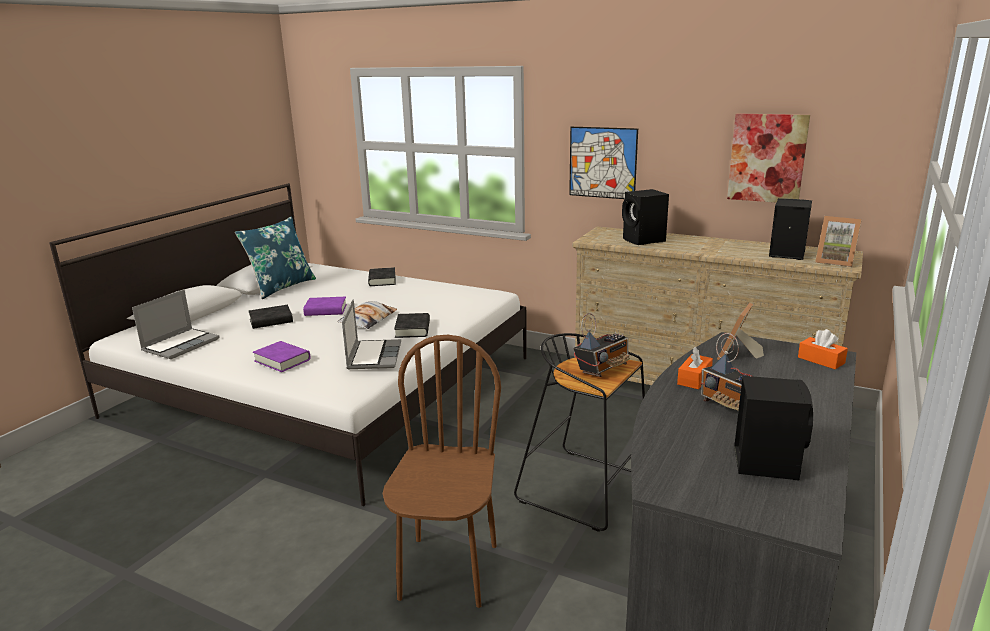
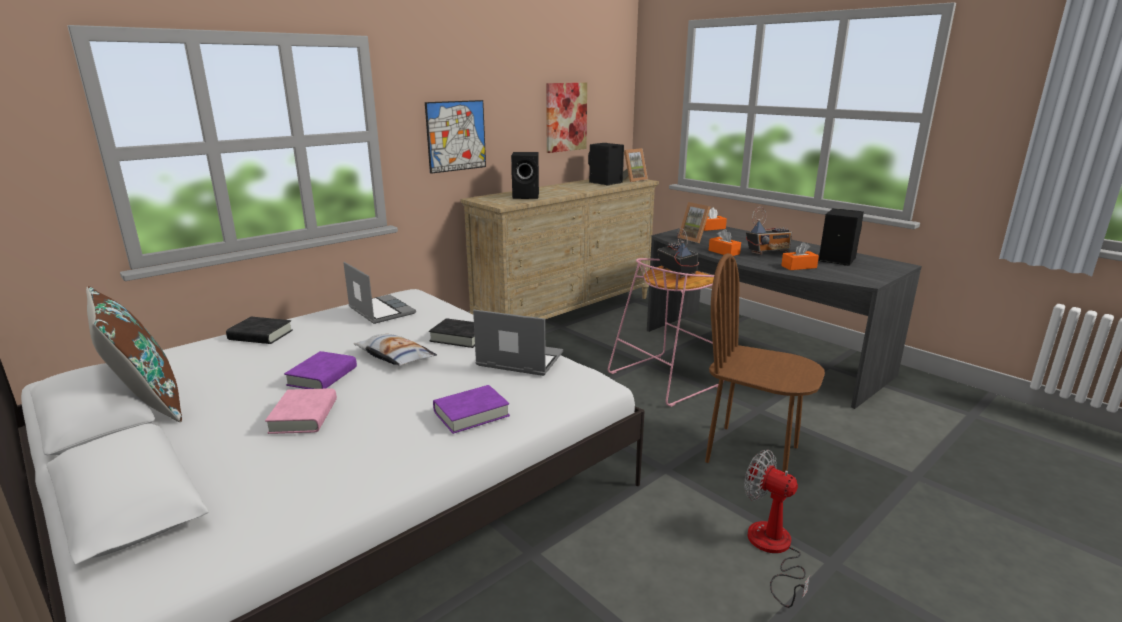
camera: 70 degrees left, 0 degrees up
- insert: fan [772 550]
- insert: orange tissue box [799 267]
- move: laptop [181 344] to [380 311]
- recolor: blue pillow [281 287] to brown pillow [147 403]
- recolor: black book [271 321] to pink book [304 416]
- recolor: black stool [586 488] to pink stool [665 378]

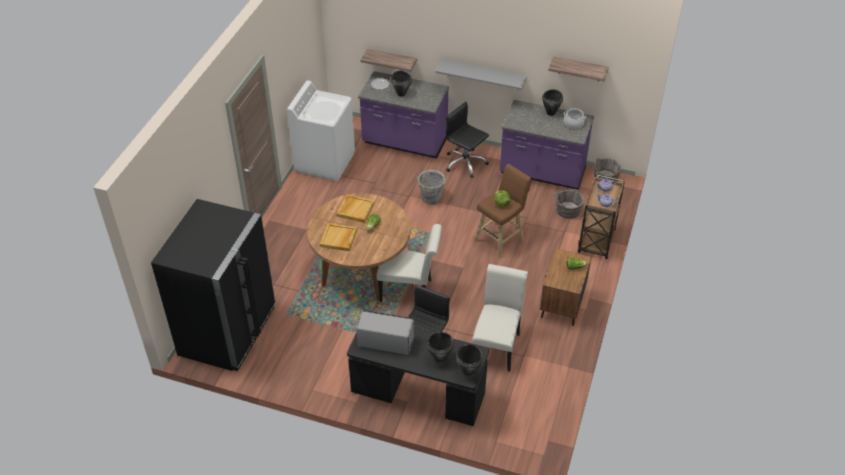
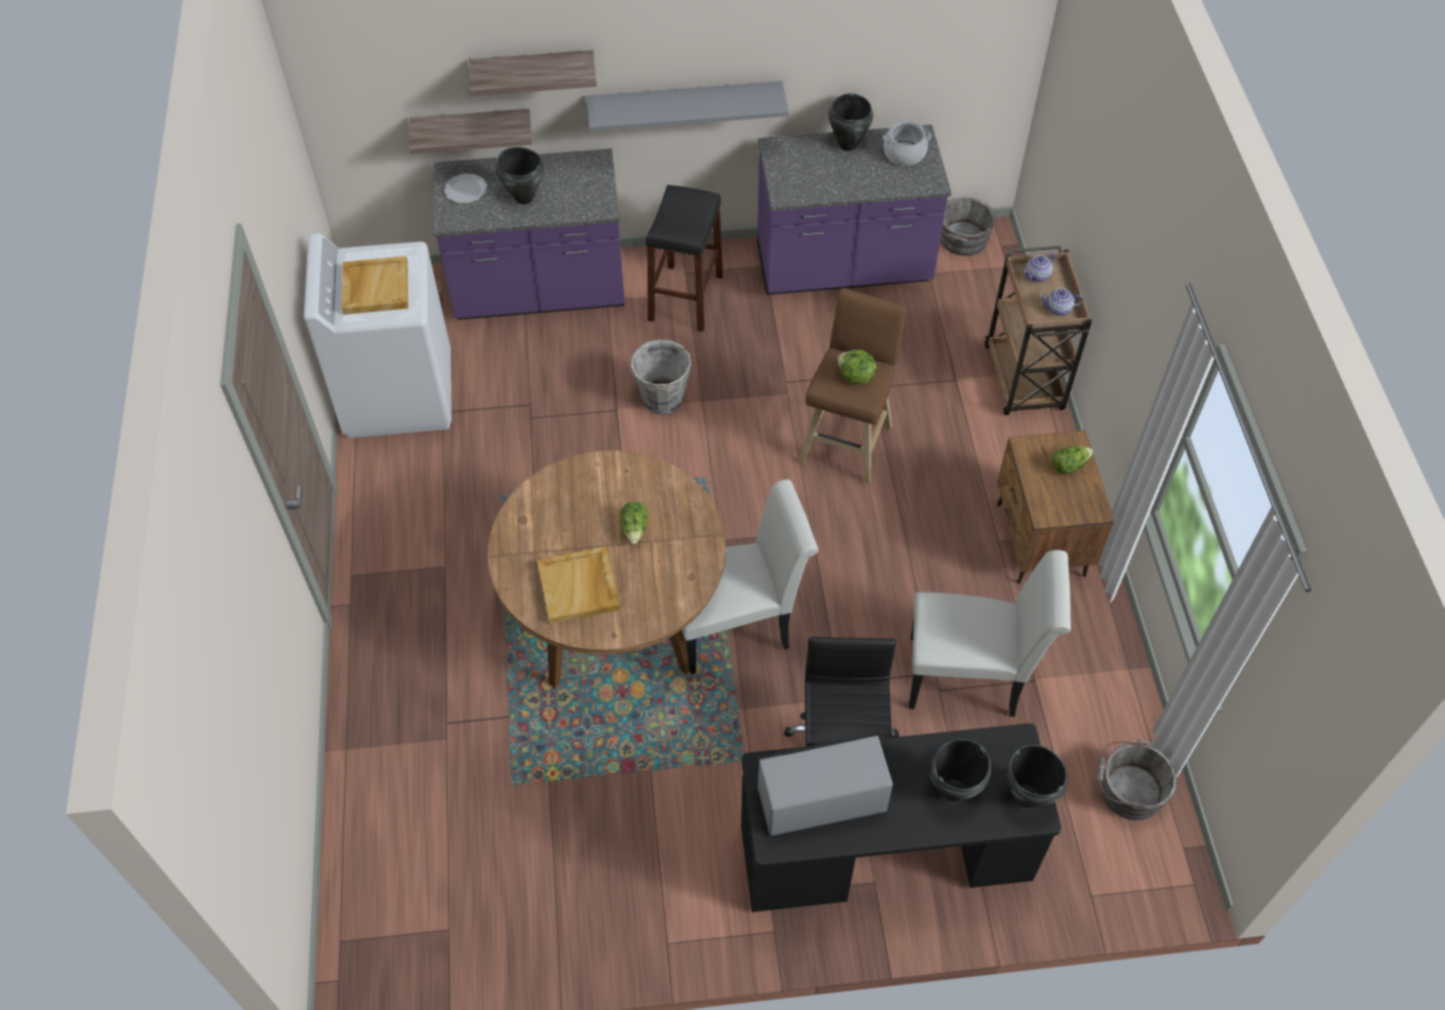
camera: 25 degrees left, 10 degrees up
- delete: black fridge [228 331]
- move: beige tray [355 209] to [375 287]
- move: shelf [579 69] to [533 71]
- move: grey bucket [566 209] to [1127 791]
- replace: black office chair [465 163] to black stool [686 297]
- rotate: white chair [497 345] = [971 677] 105 degrees clockwise

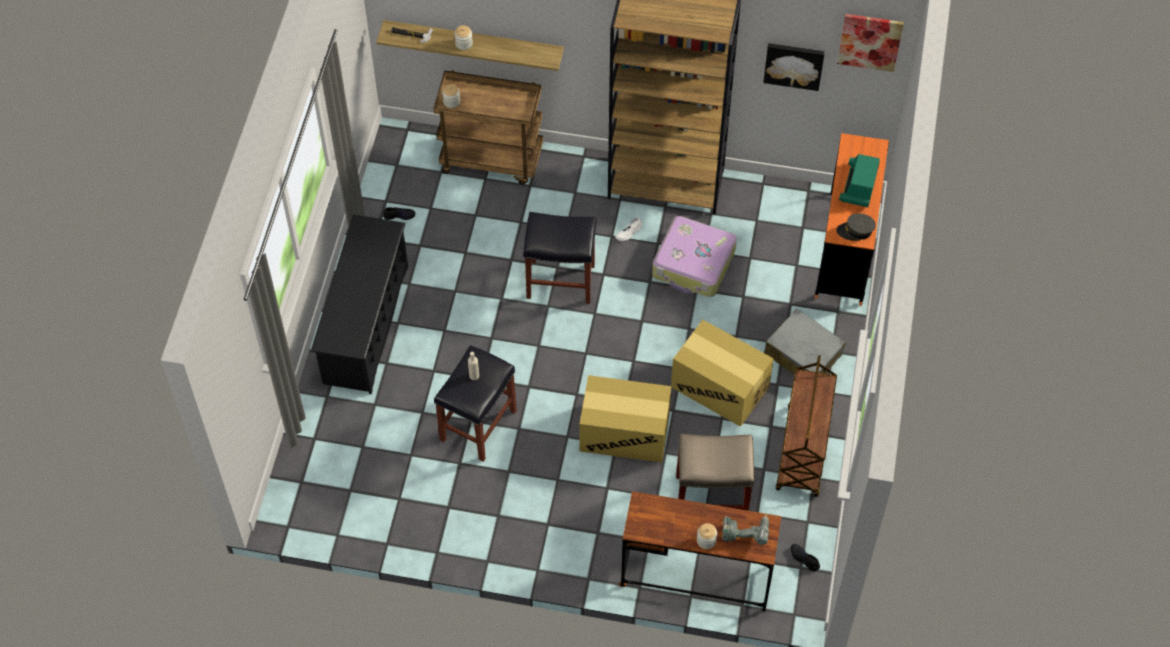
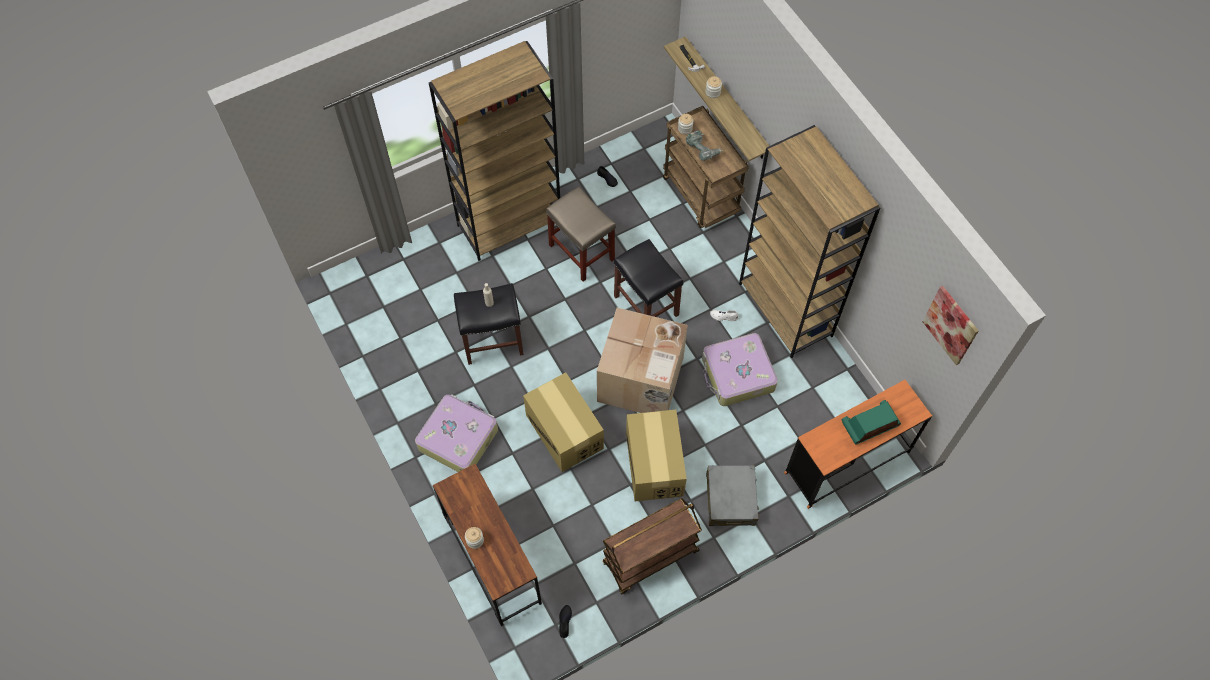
camera: 50 degrees right, 5 degrees up
- delete: picture [794 65]
- delete: grey cap [855 231]
- insert: suitcase [458 438]
- insert: cardboard box [641 380]
- move: beige stool [712 497] to [582 253]
- move: power drill [745 532] to [703 150]
- replace: black shoe rack [366 324] to brown bookcase [510 223]

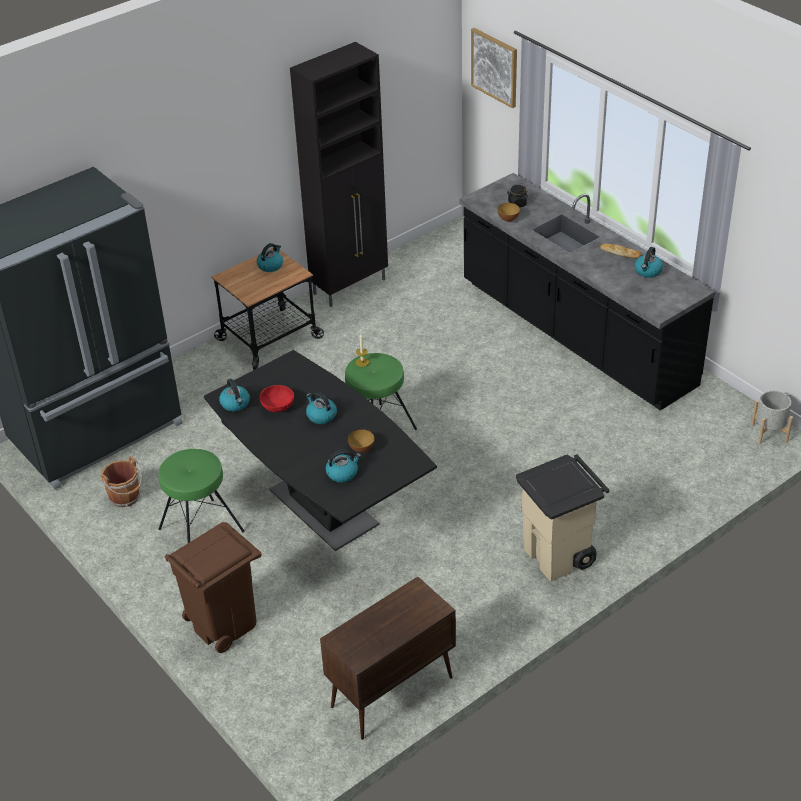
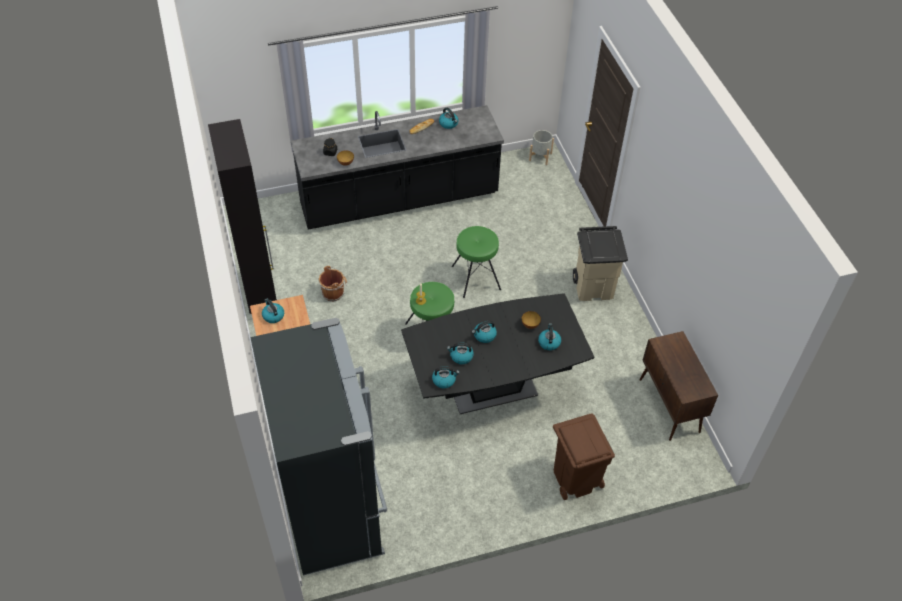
camera: 70 degrees left, 10 degrees up
- delete: picture [495 67]
- move: brown bucket [125 497] to [334 293]
- move: green stool [201 529] to [475 278]
- replace: red bowl [278 406] to kettle [461 356]

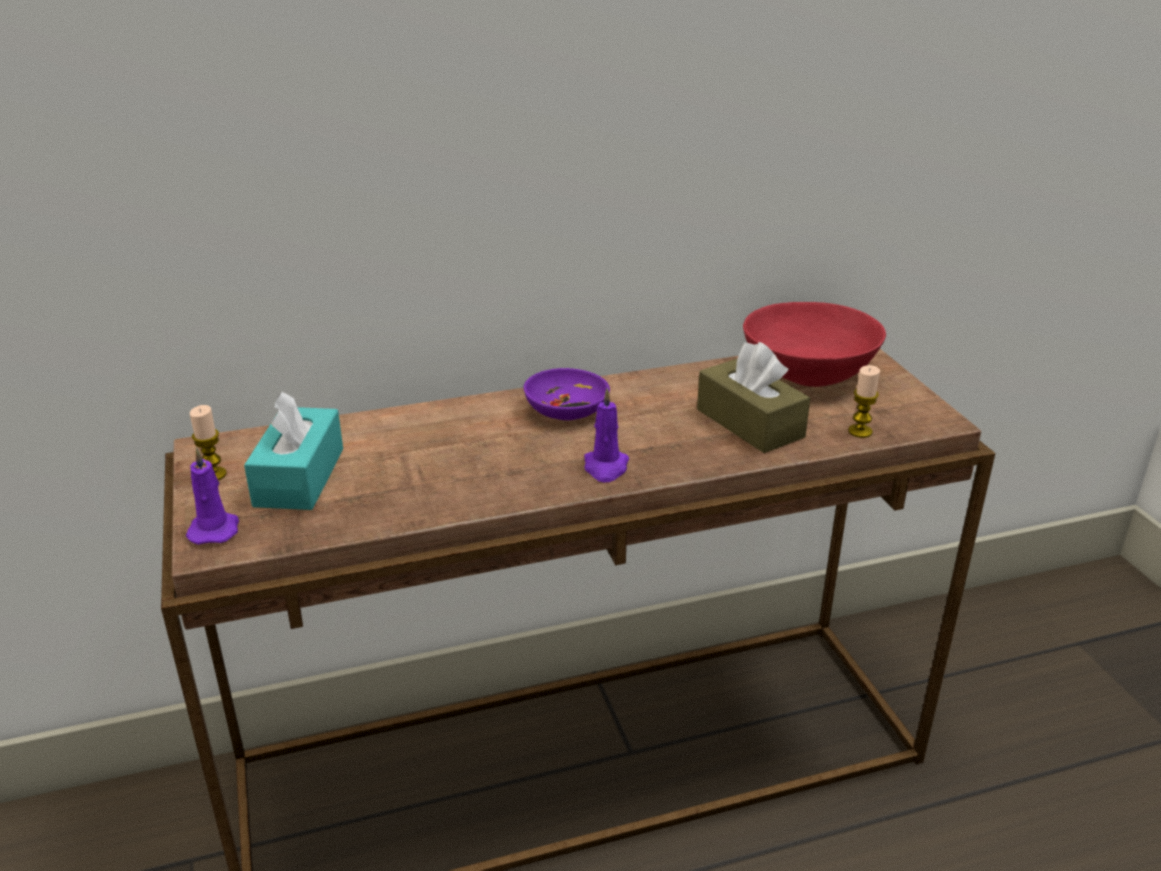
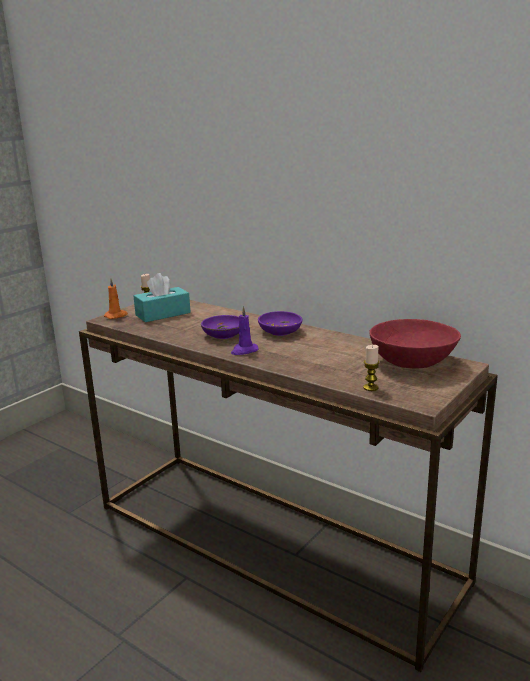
camera: 55 degrees right, 10 degrees down
- delete: brown tissue box [750 423]
- insert: purple bowl [223 335]
- recolor: purple candle [214 529] to orange candle [116 316]

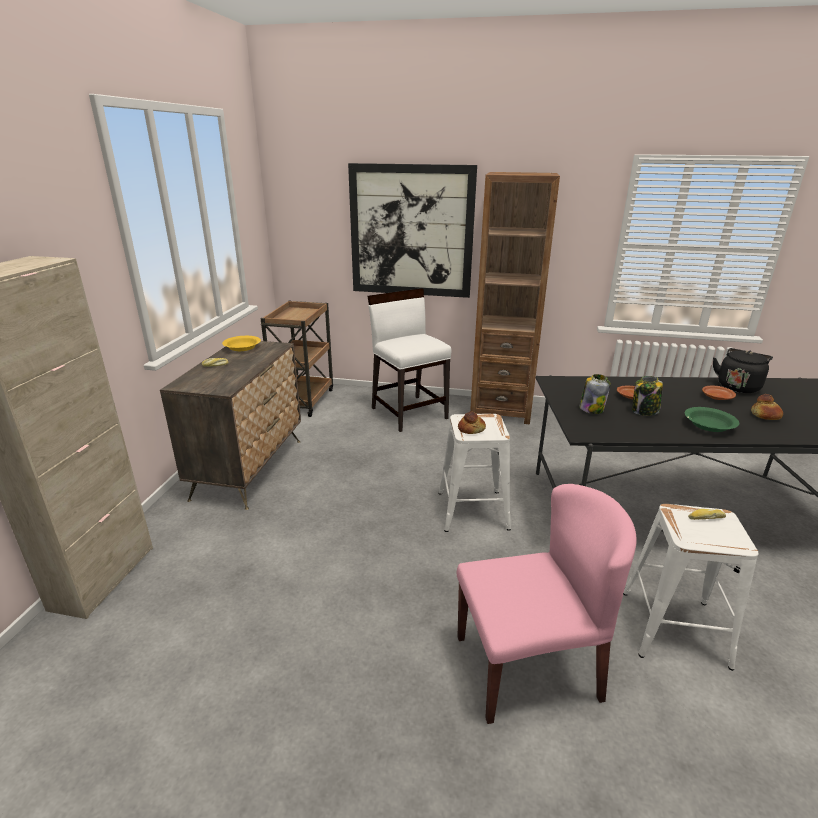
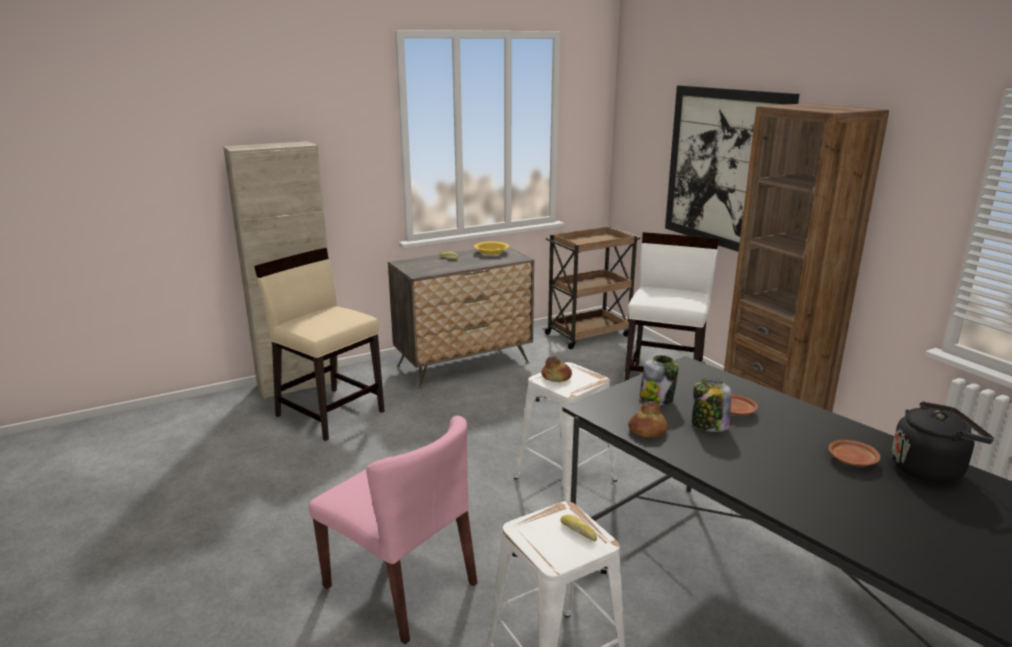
camera: 50 degrees right, 5 degrees down
- delete: green bowl [708 425]
- insert: beige chair [330 412]
- move: bread [765 415] to [647 430]

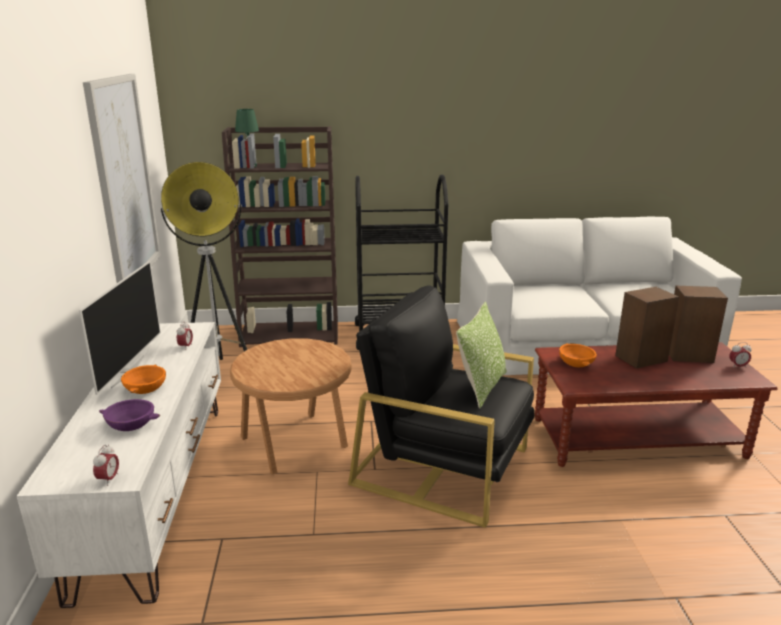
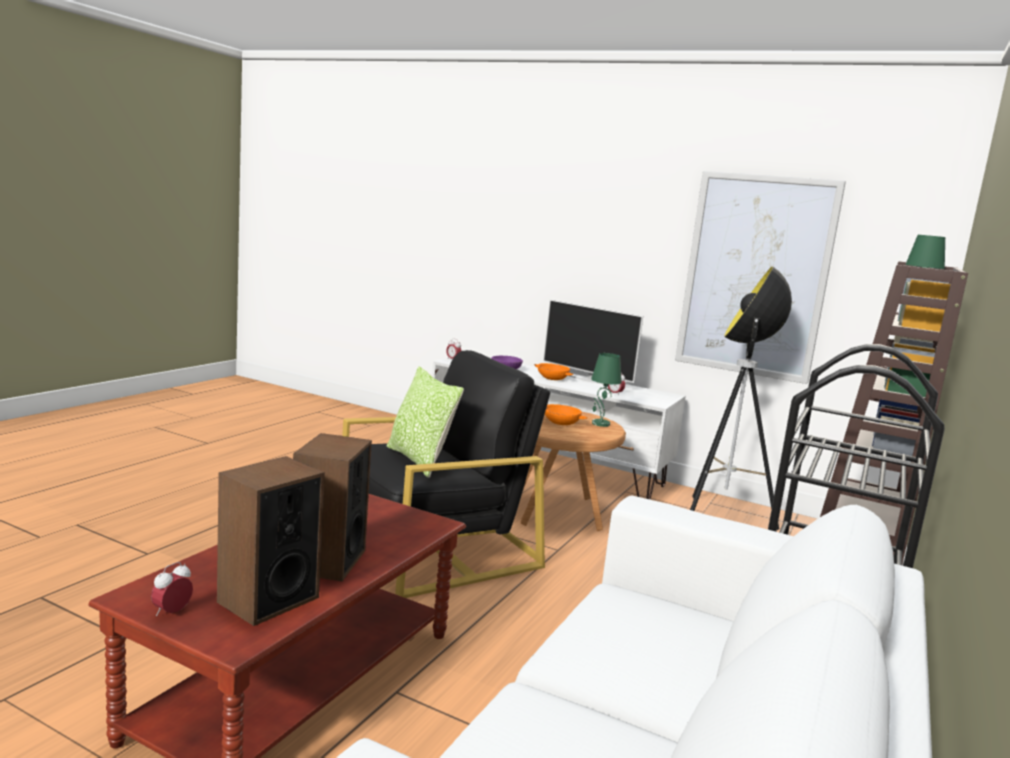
camera: 120 degrees right, 10 degrees down
- insert: green table lamp [600 424]
- move: orange bowl [575 363] to [561 422]

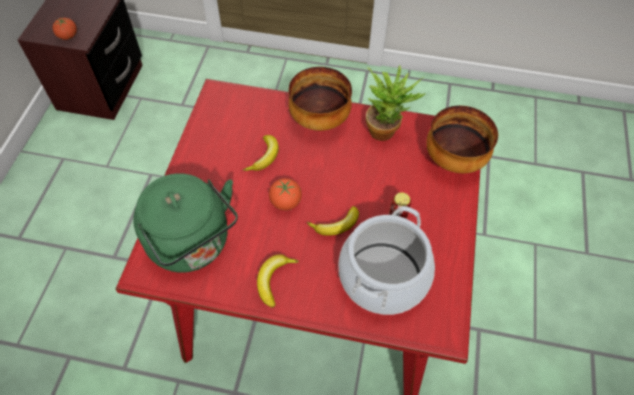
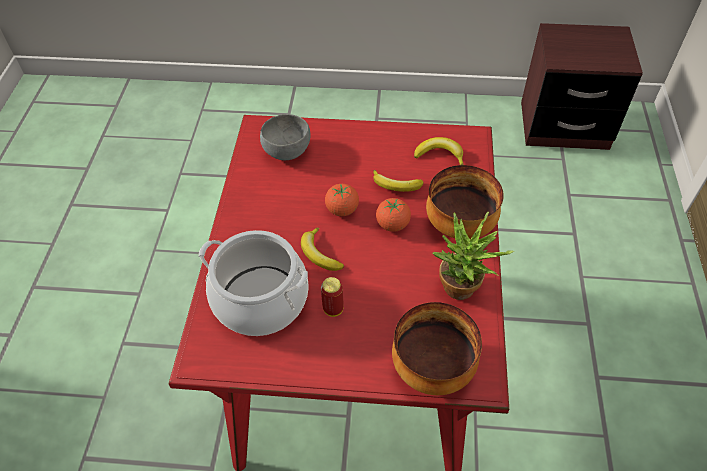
camera: 85 degrees right, 5 degrees down
- move: tomato [68 36] to [392 224]
- move: banana [274 280] to [440 155]
- replace: green kettle [193 244] to grey bowl [287 151]

